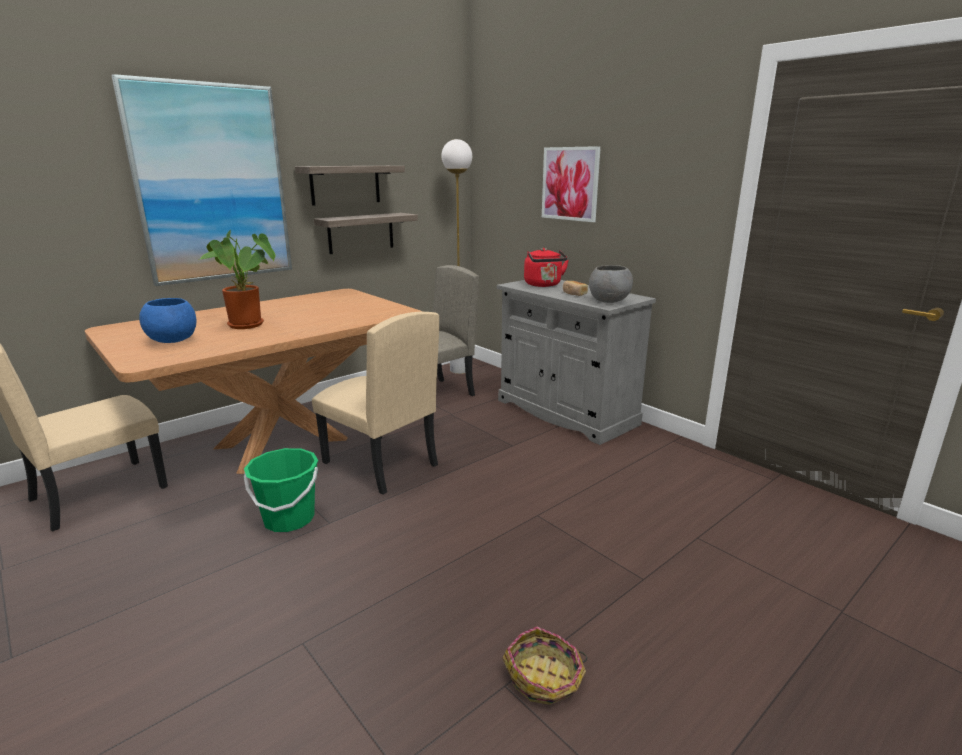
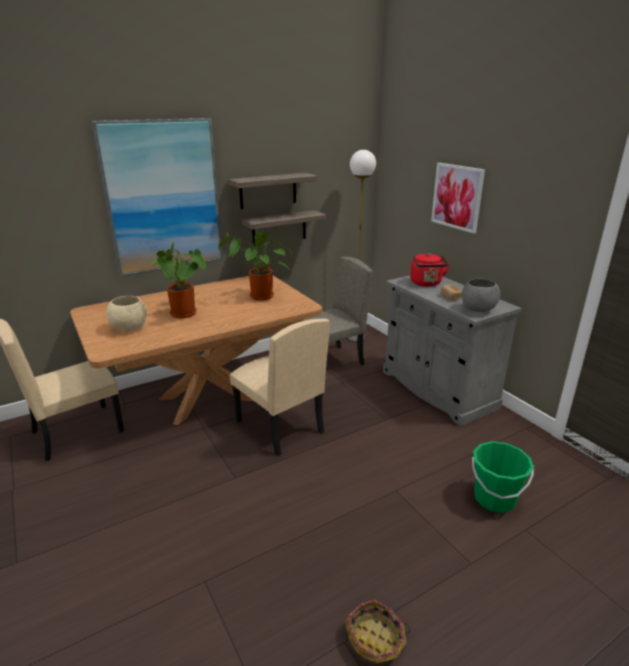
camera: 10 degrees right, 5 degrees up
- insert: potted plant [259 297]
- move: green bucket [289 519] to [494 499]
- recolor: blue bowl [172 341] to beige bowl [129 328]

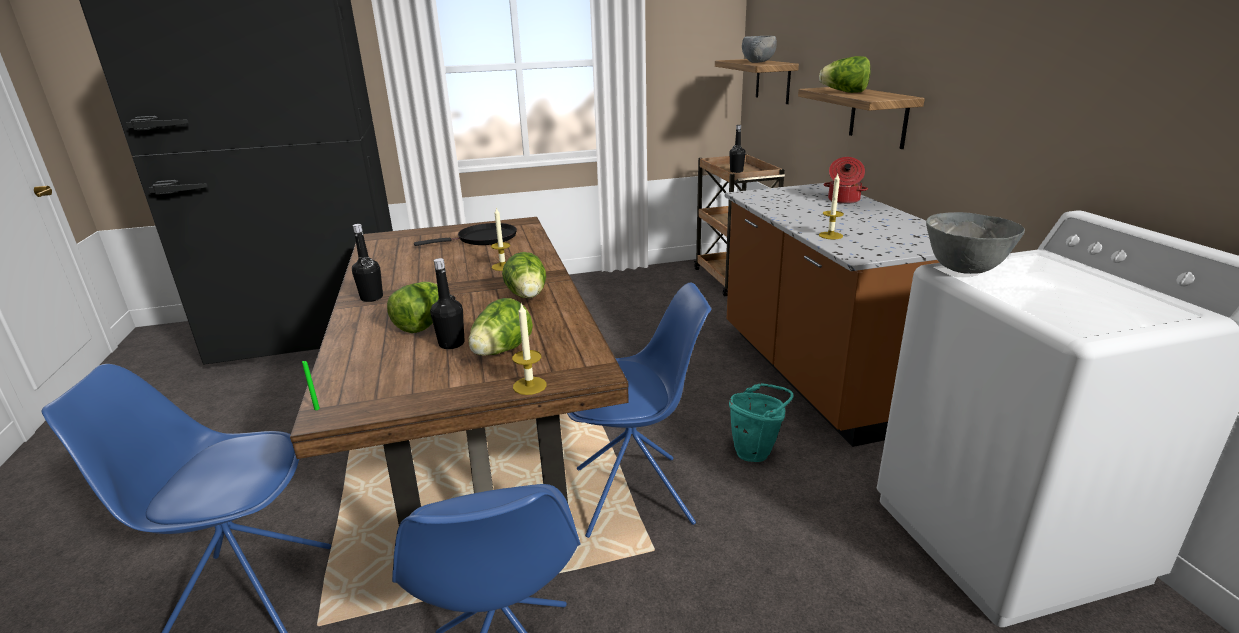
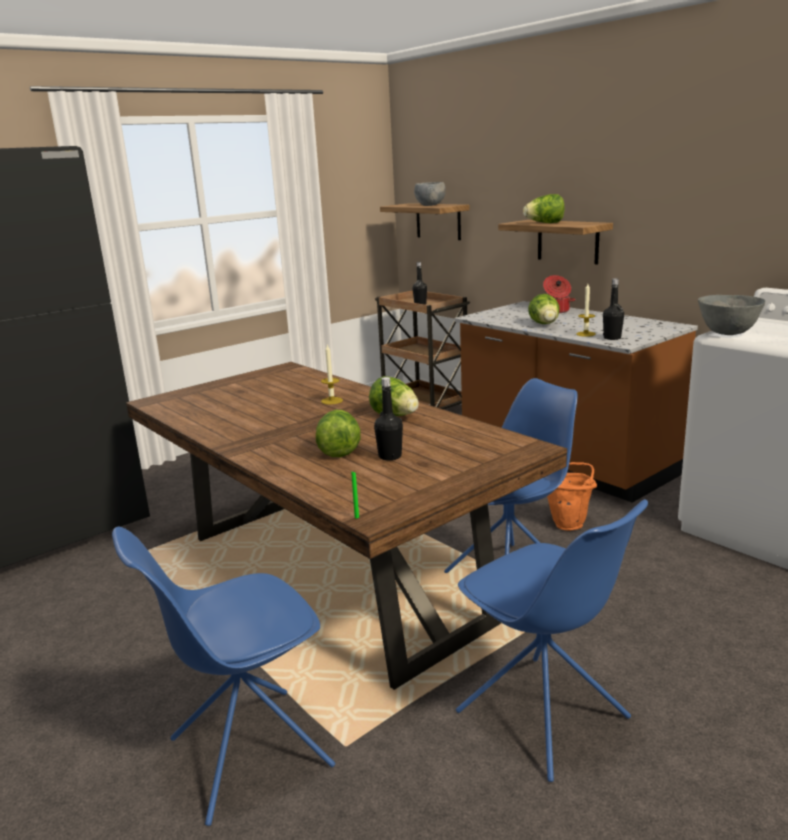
camera: 25 degrees left, 5 degrees down
- delete: black frying pan [483 239]
- delete: candle [529 386]
- move: black bottle [372 298] to [612 338]
- move: lettuce [501 351] to [545 324]
- recolor: turquoise bucket [756 452] to orange bucket [570 523]

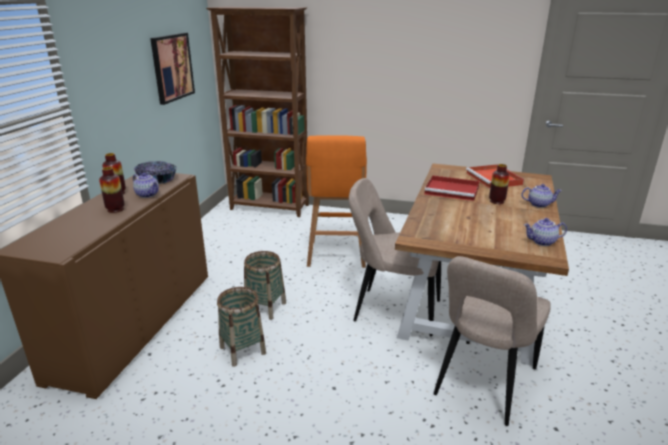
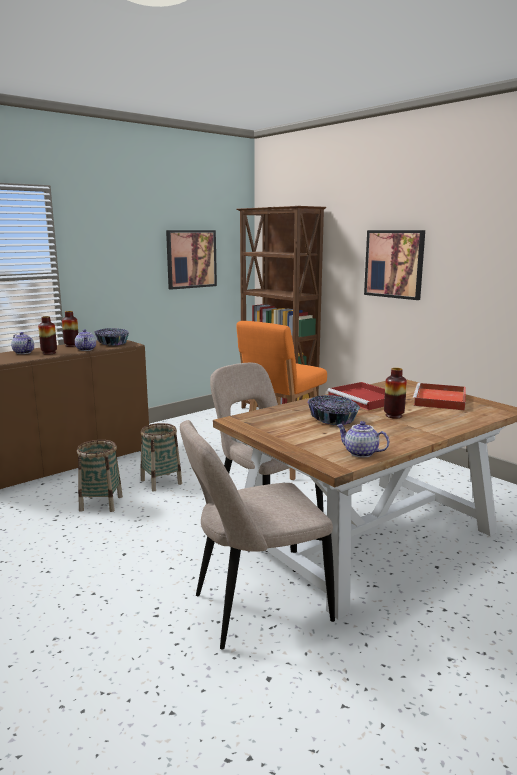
camera: 35 degrees right, 10 degrees down
- insert: bowl [333 419]
- insert: picture [394 264]
- move: teapot [539 204] to [24 352]

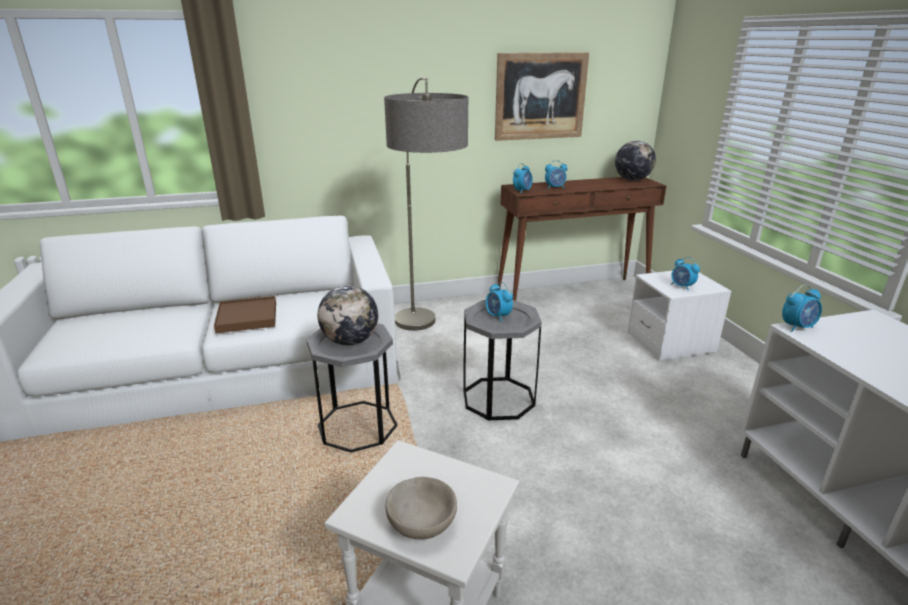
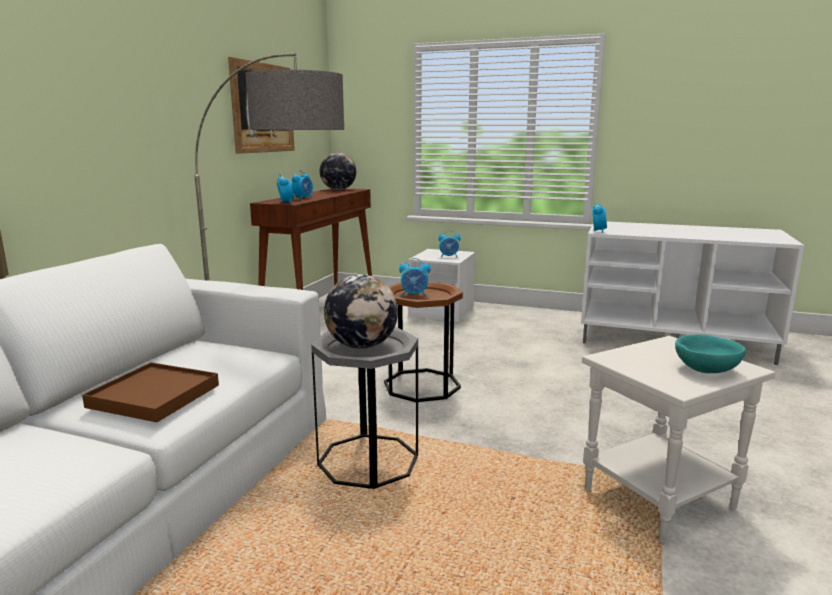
camera: 55 degrees left, 10 degrees down
- recolor: beige bowl [422 524] to turquoise bowl [706 369]
- recolor: grey side table [498 398] to brown side table [422 385]

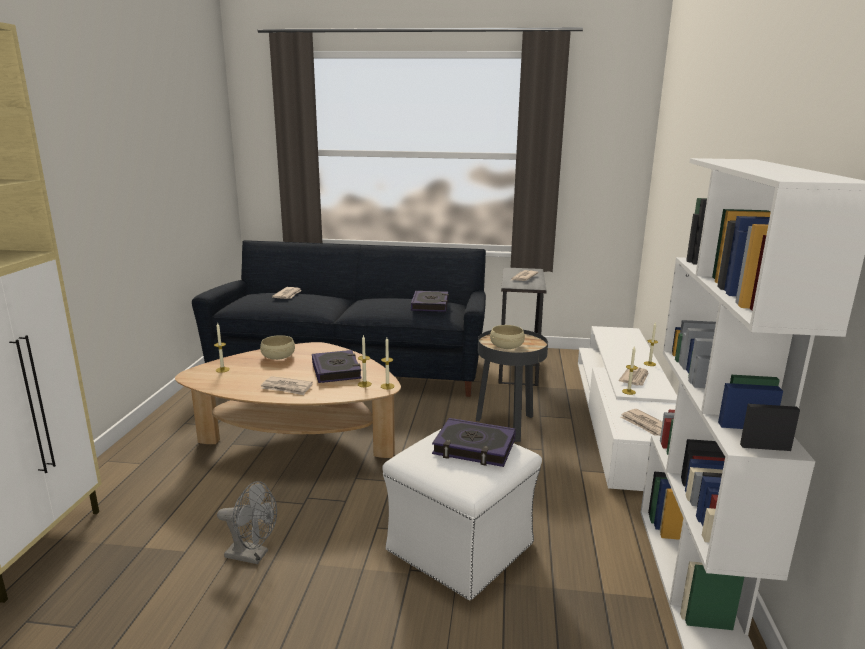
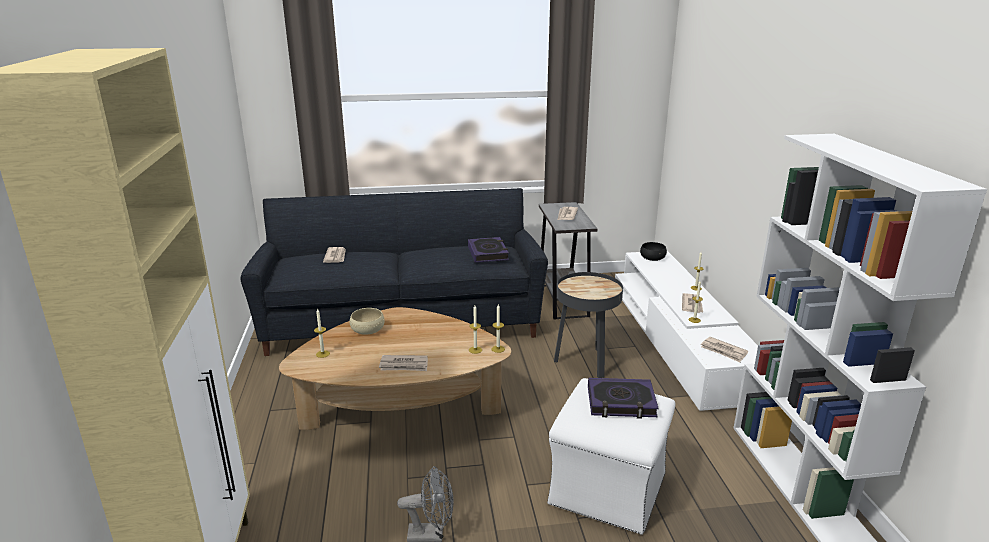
camera: 15 degrees left, 5 degrees up
- delete: book [336 370]
- delete: beige bowl [507 346]
- insert: black bowl [652 258]

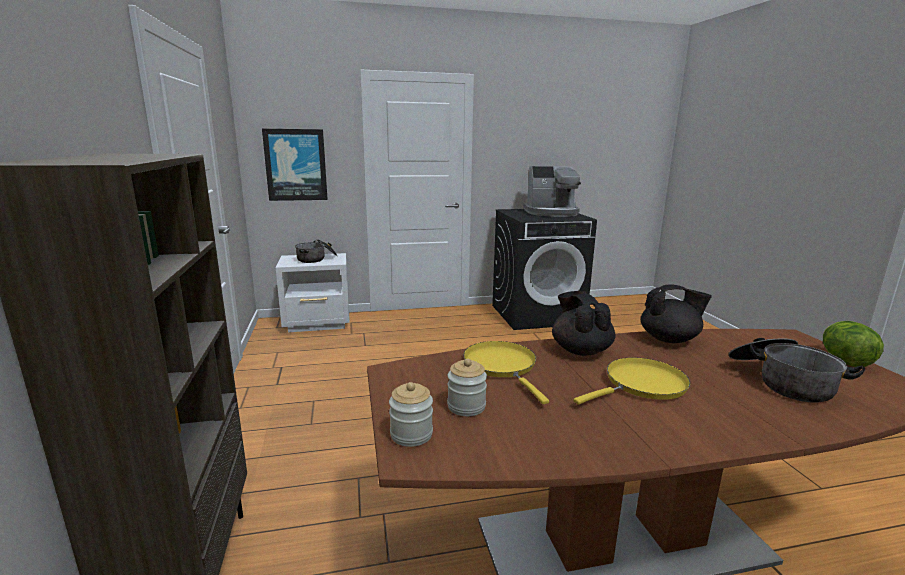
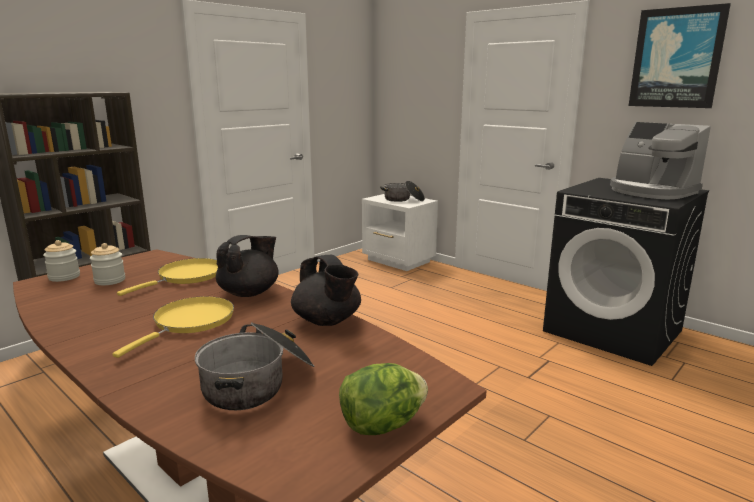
camera: 55 degrees right, 0 degrees up
- move: picture [296 165] to [676 58]
- rotate: yellow frying pan [641 385] = [190 322] 90 degrees counterclockwise

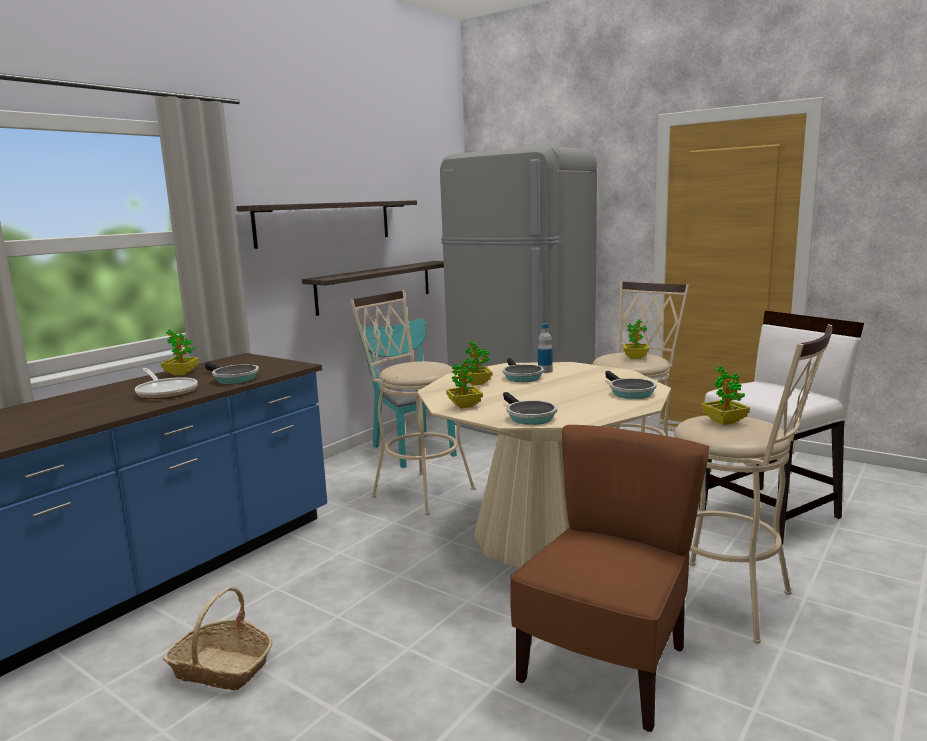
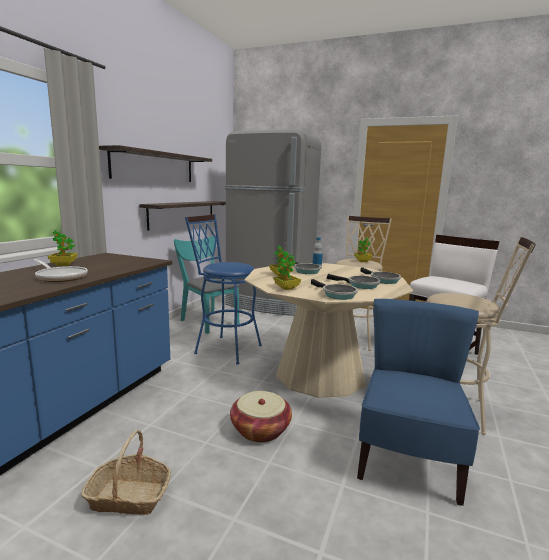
camera: 15 degrees left, 0 degrees up
- delete: potted plant [724 421]
- insert: basket [260 429]
- move: frying pan [233 379] to [360 285]
- recolor: beige stool [417 490] to blue stool [223 348]
- recolor: brown chair [606 666] to blue chair [407 460]

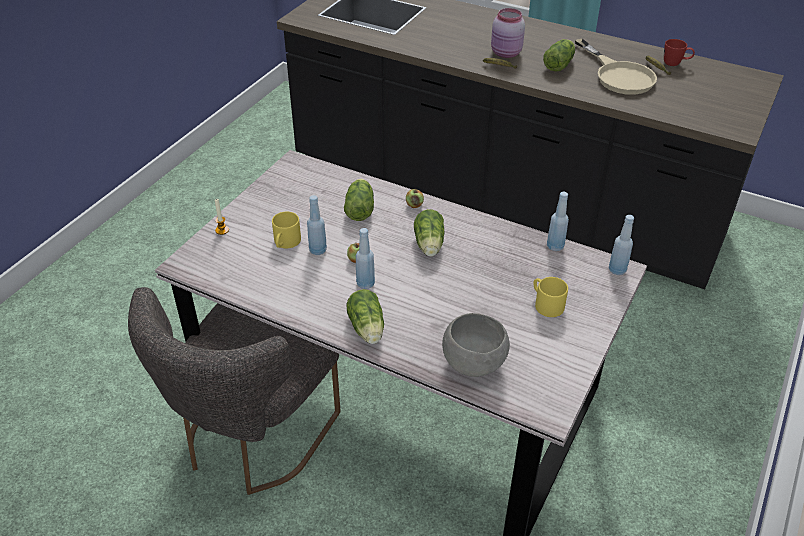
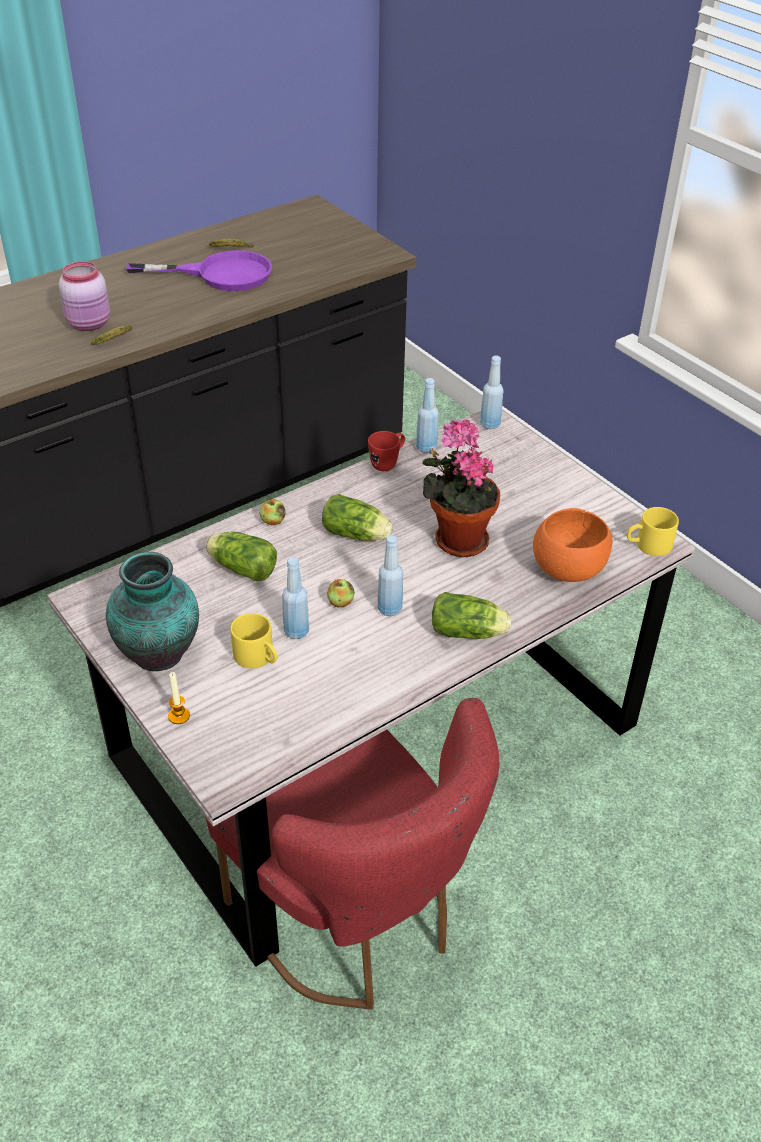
camera: 65 degrees left, 0 degrees up
- delete: lettuce [559 64]
- insert: vase [161 655]
- insert: potted plant [457 539]
- move: yellow mug [545 304] to [648 546]
- move: red mug [675 64] to [387 463]
- recolor: grey chair [251 440] to red chair [357 922]
- recolor: grey bowl [473 362] to orange bowl [567 569]
- recolor: beige frying pan [619 75] to purple frying pan [220 274]

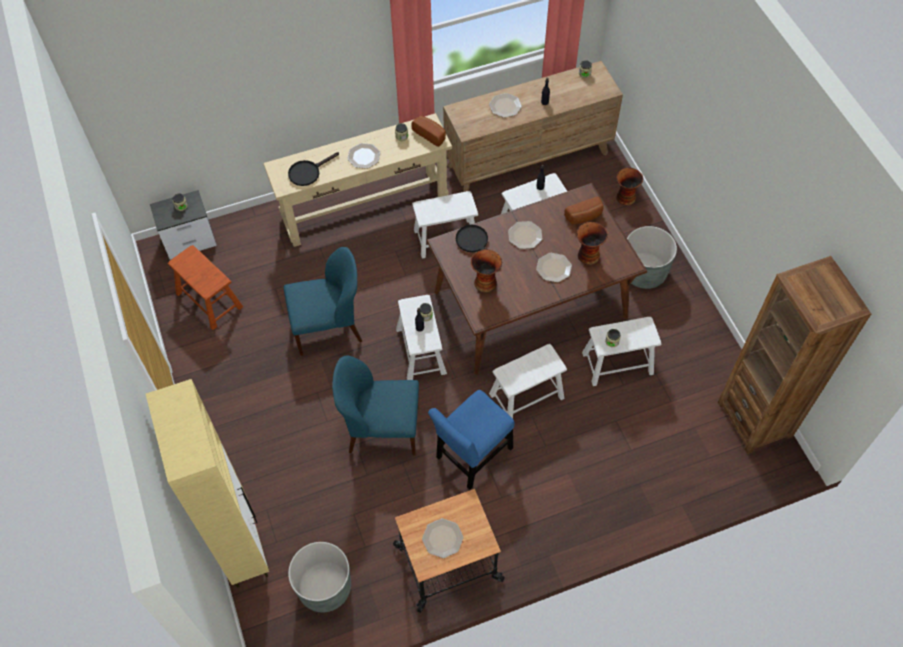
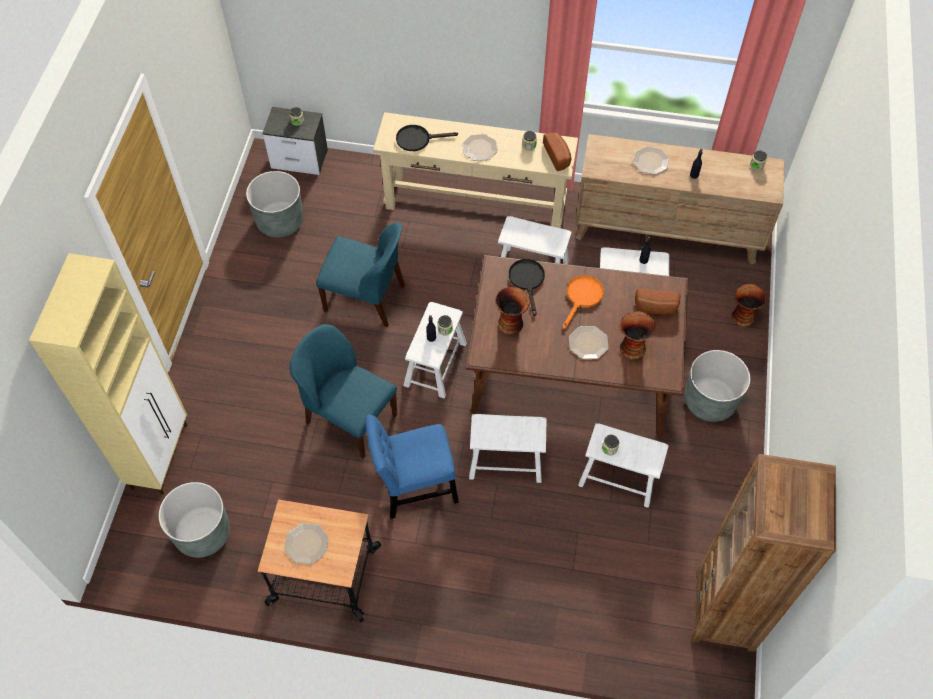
camera: 30 degrees right, 0 degrees up
- replace: brown stool [209 300] to grey planter [280 221]
- replace: plate [525 235] to orange frying pan [582 297]

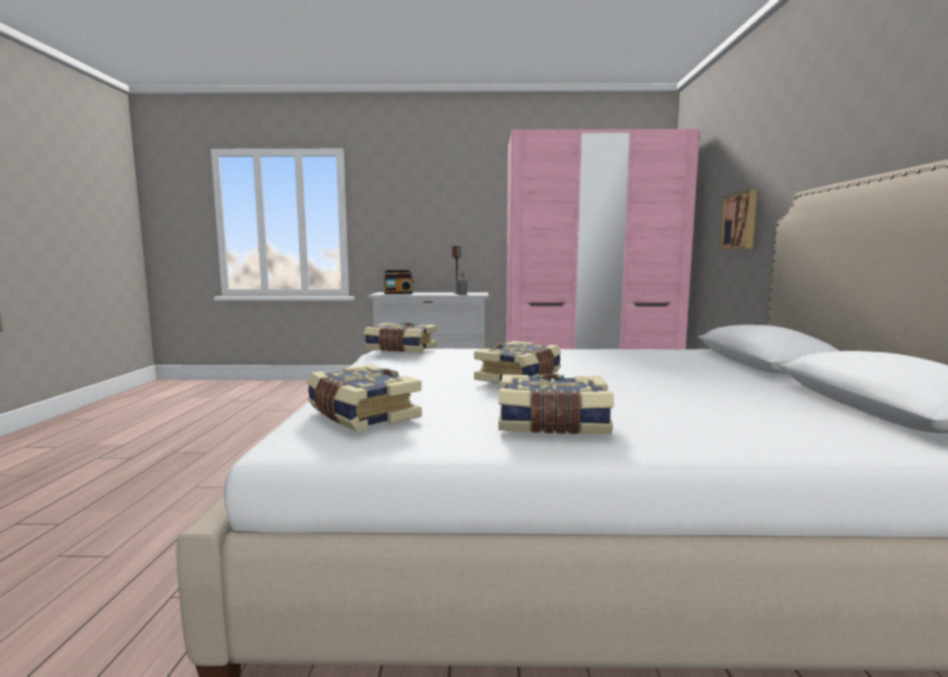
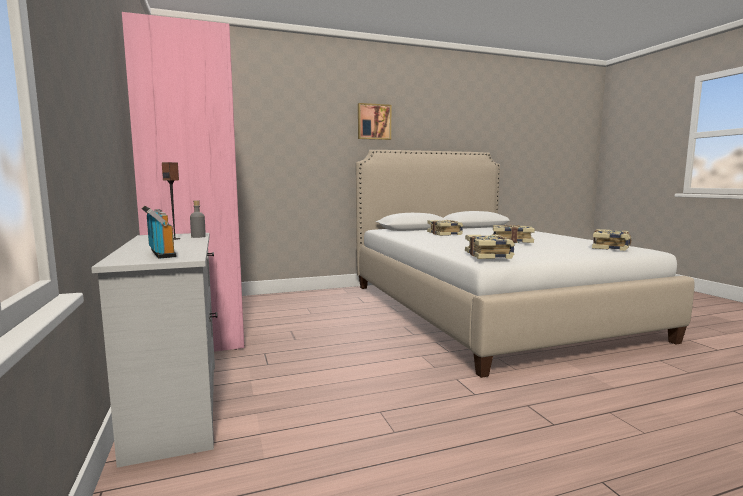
camera: 110 degrees left, 0 degrees up
- move: book [552 424] to [445 234]
- move: picture [740 221] to [374 122]

